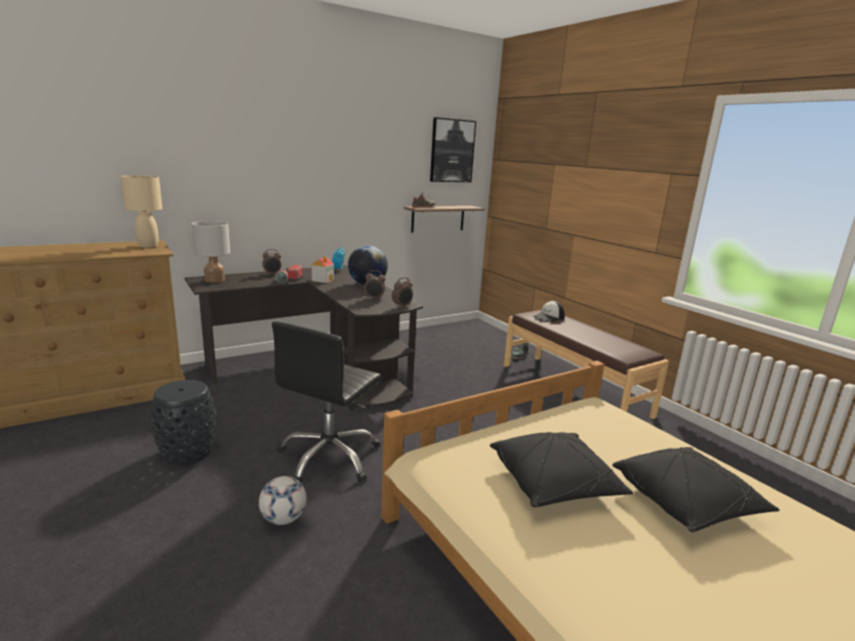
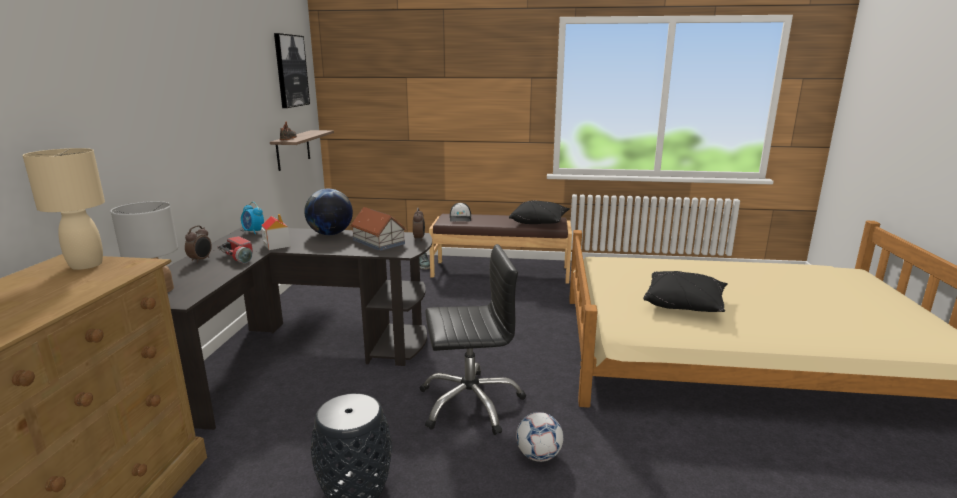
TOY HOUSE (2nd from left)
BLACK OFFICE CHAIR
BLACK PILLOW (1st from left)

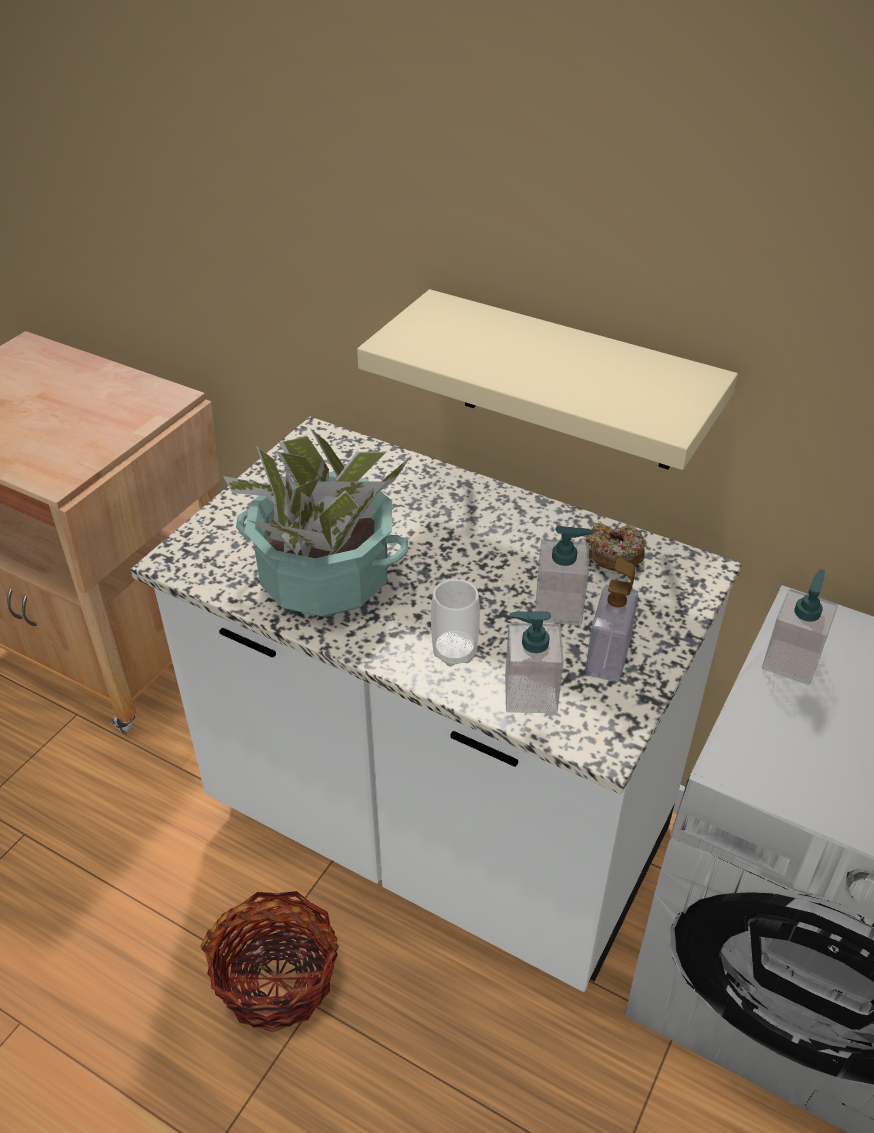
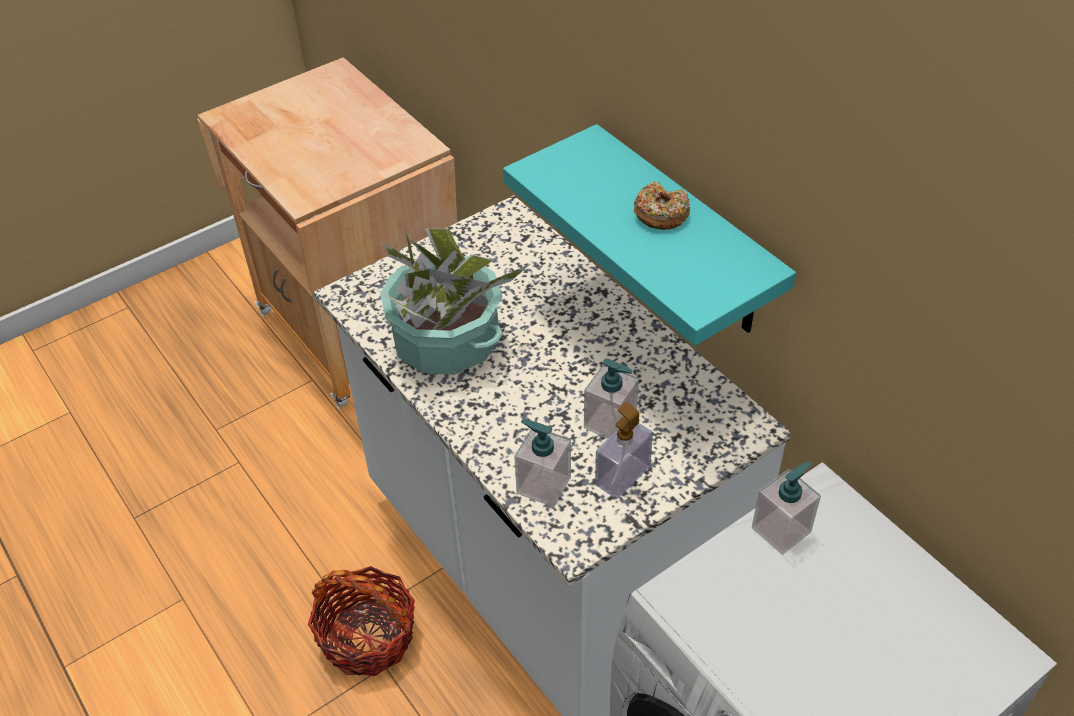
TURQUOISE SHELF
DONUT
CUP

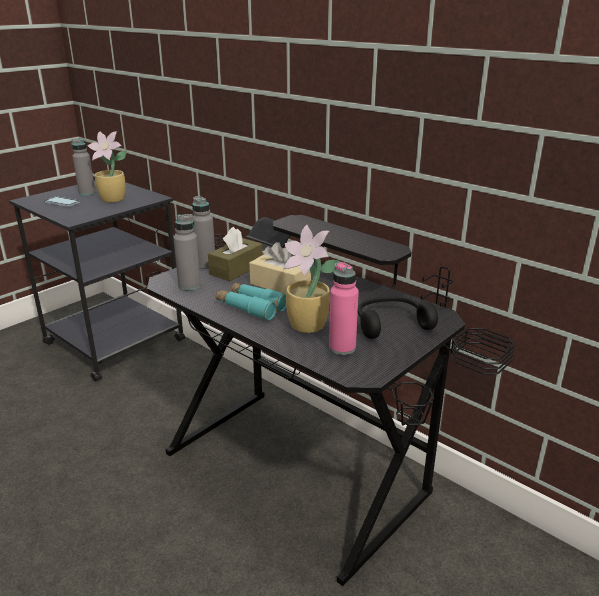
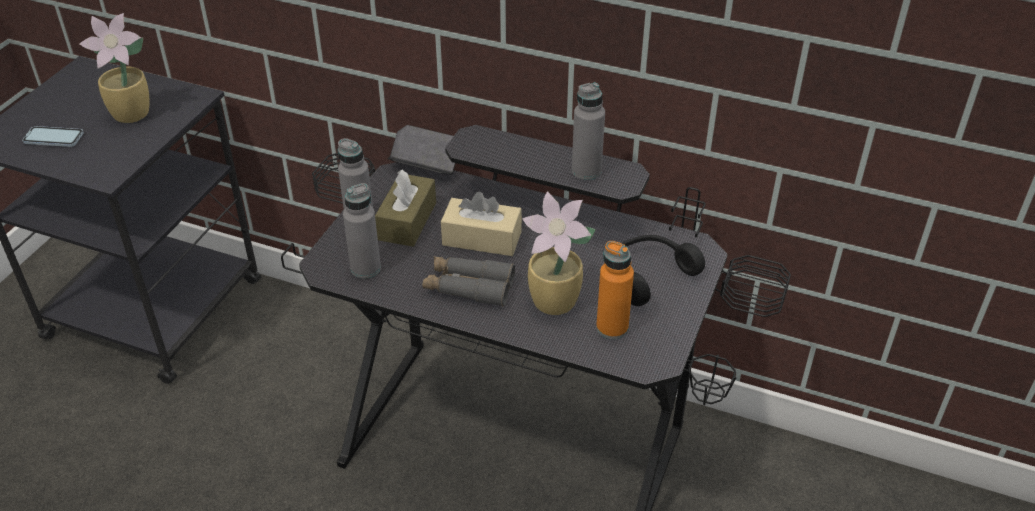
GREY BOTTLE (3rd from left)
ORANGE BOTTLE
GREY BINOCULARS

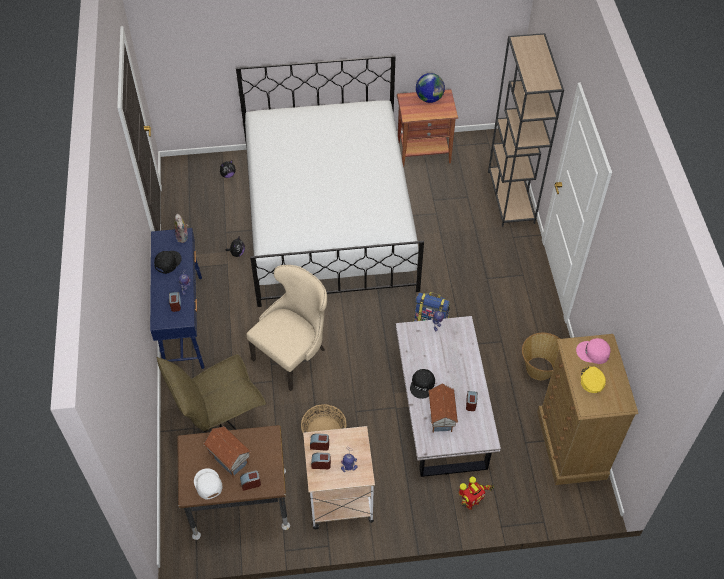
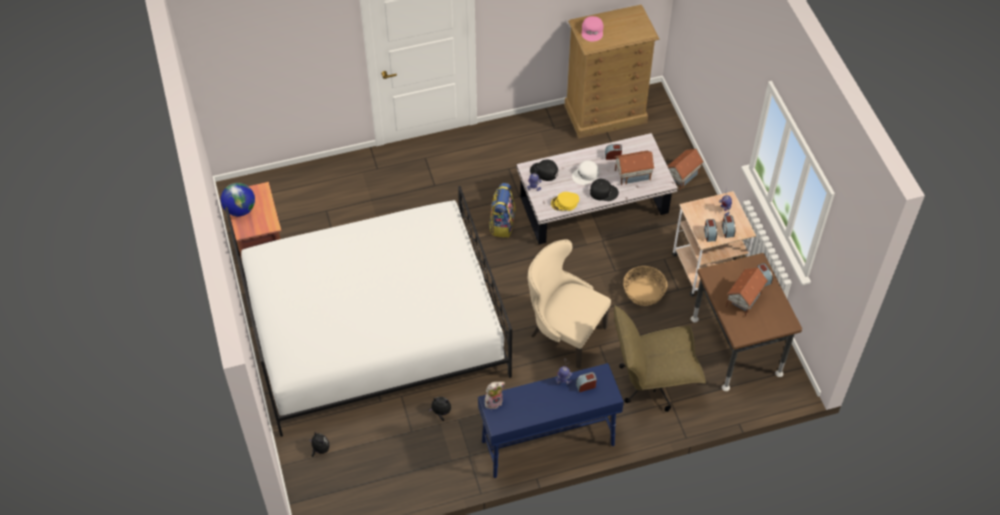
BOOKCASE
BLACK CAP (1st from left)
BASKET (2nd from left in the first image)
BEIGE OFFICE CHAIR
YELLOW CAP
WHITE CAP
TOY HOUSE (2nd from left)

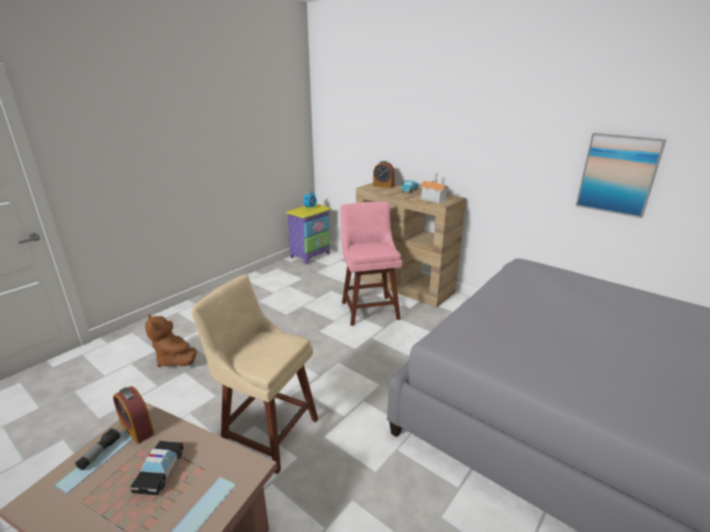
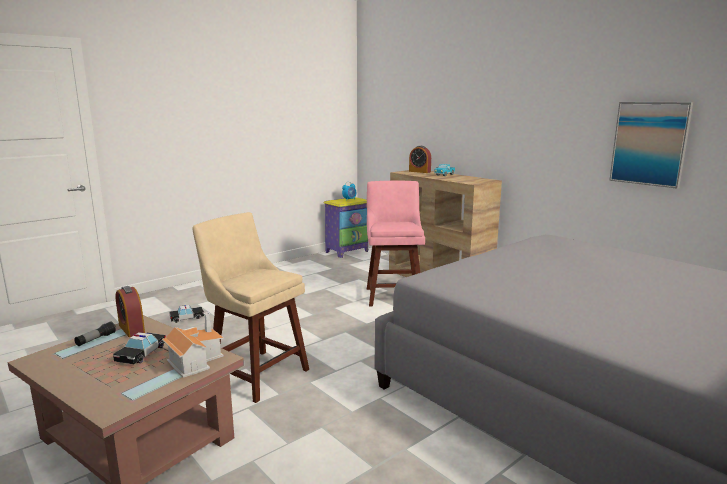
TOY HOUSE
TOY CAR (2nd from left)

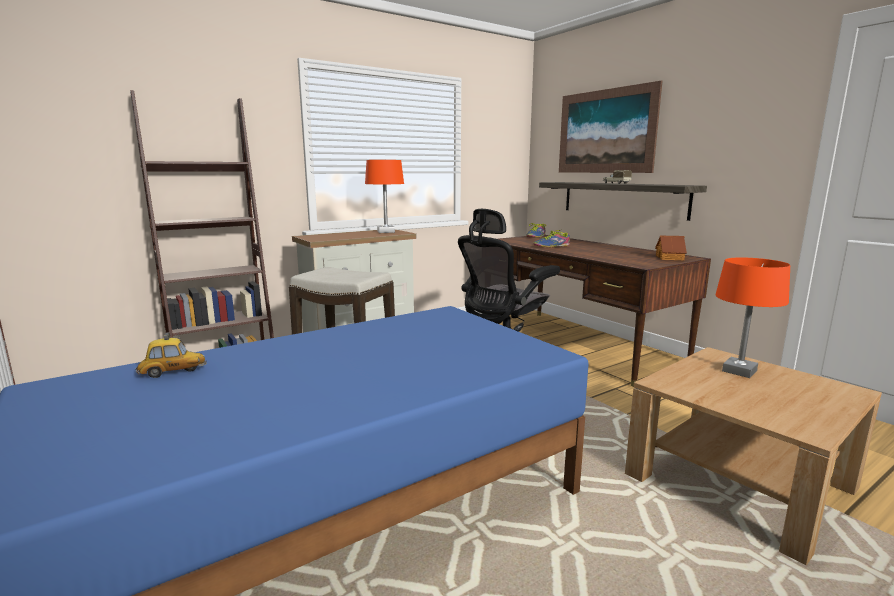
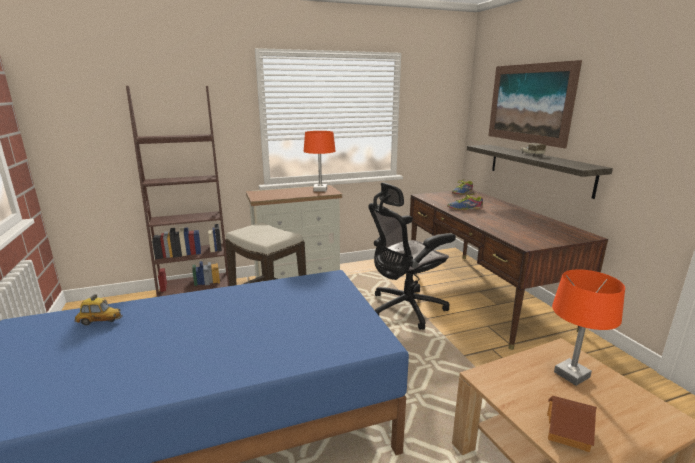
TOY HOUSE

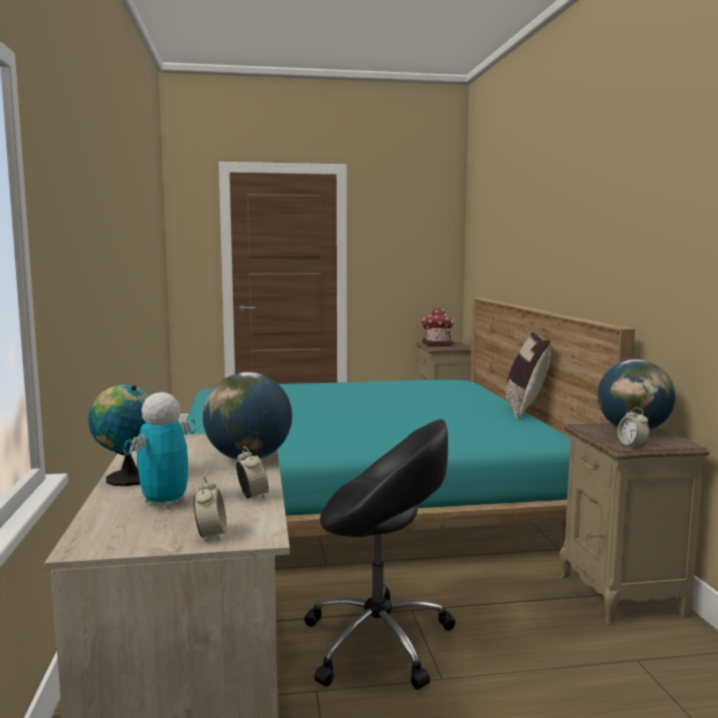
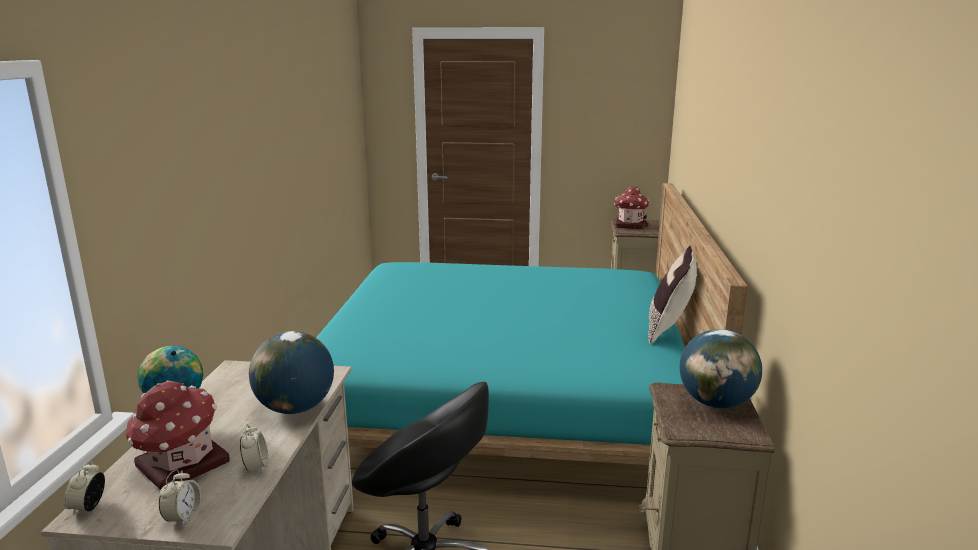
TOY HOUSE (1st from left)
ALARM CLOCK (1st from left)

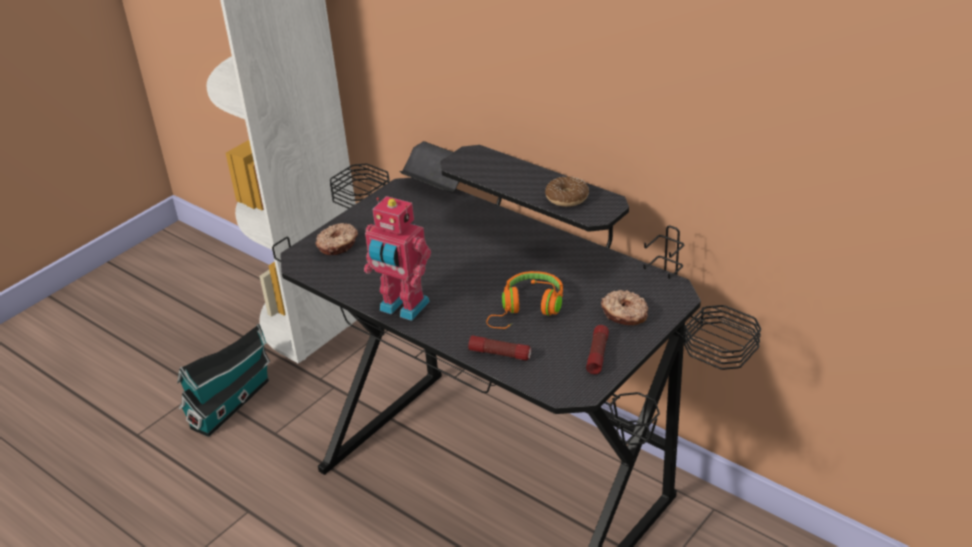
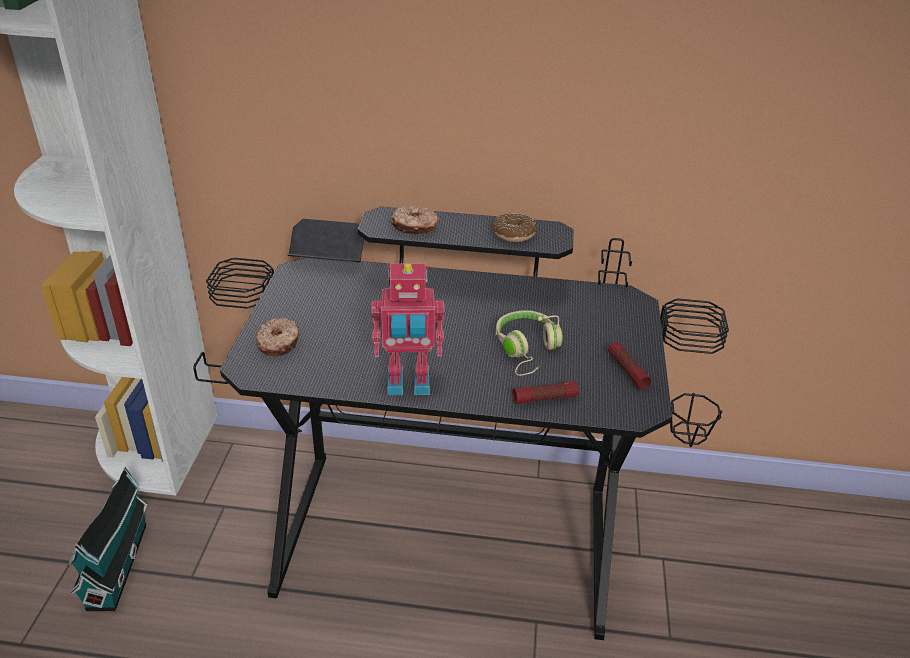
BEIGE HEADPHONES
DONUT (2nd from left)

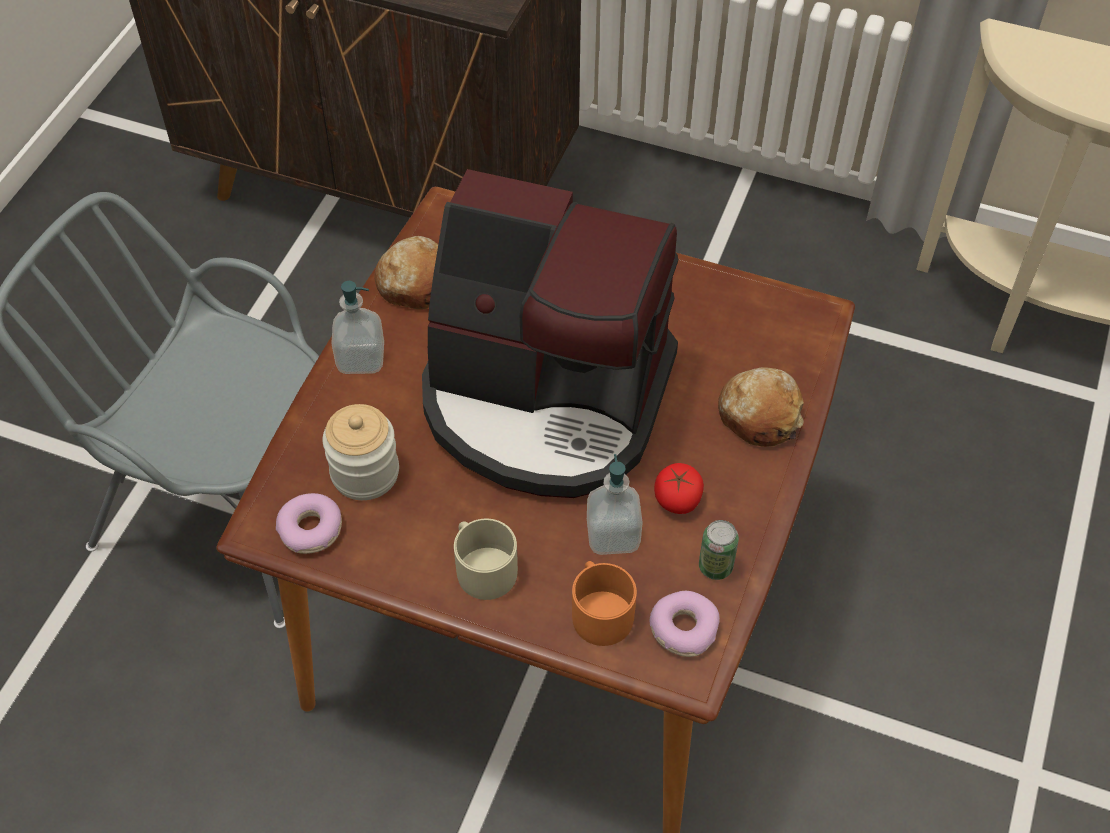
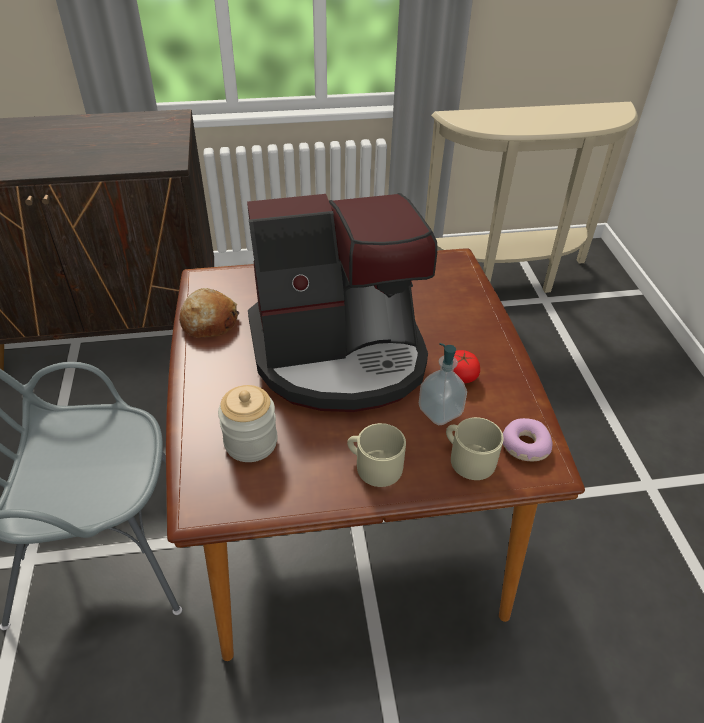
SOAP DISPENSER (1st from left in the first image)
BREAD (2nd from left in the first image)
DONUT (1st from left in the first image)
CAN
BEIGE MUG (2nd from left)

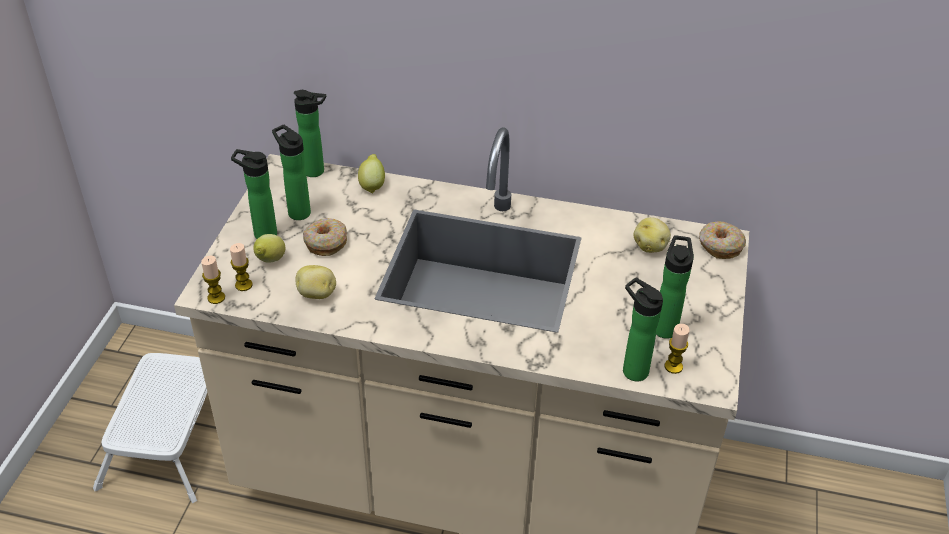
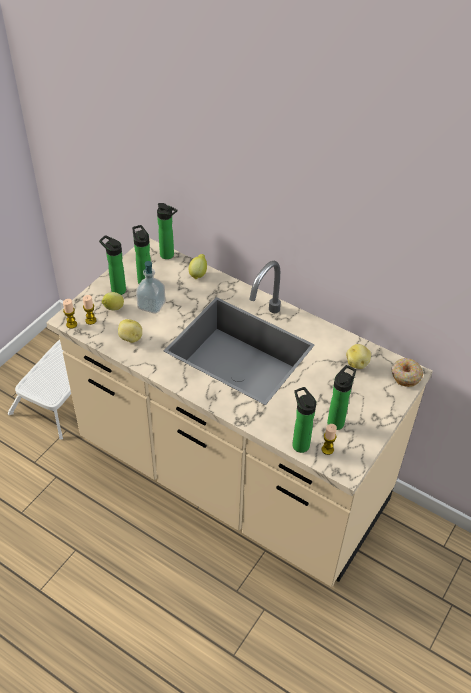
SOAP DISPENSER

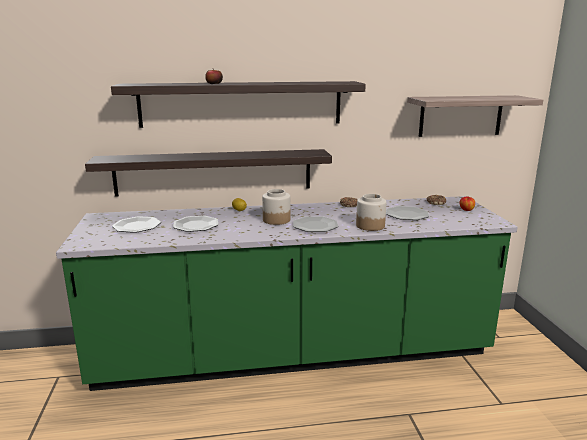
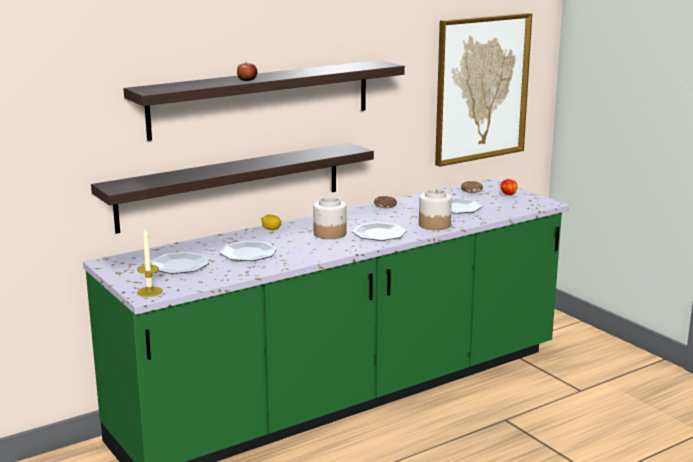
PICTURE
CANDLE

